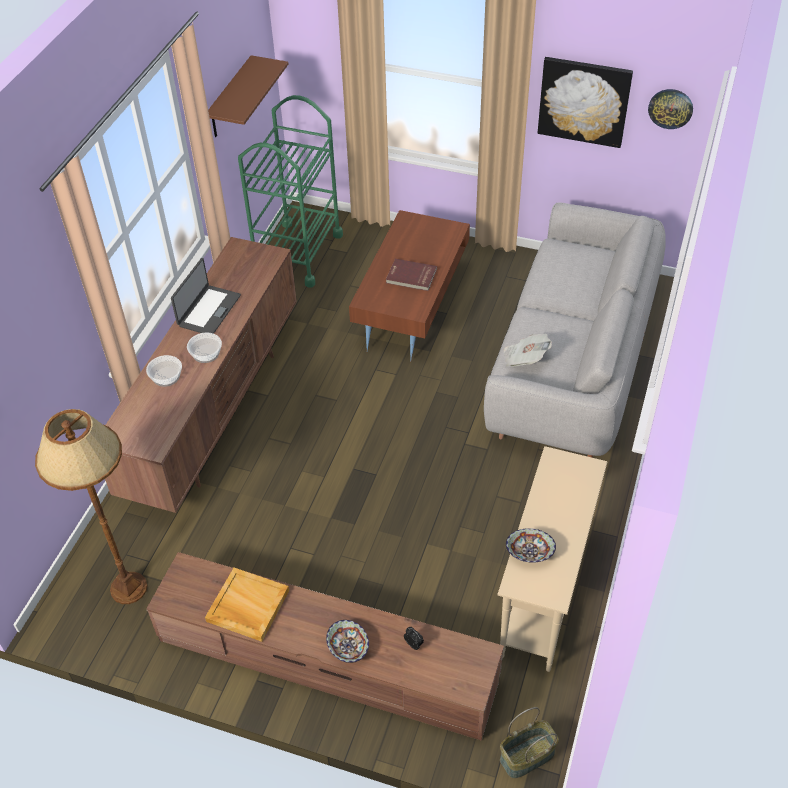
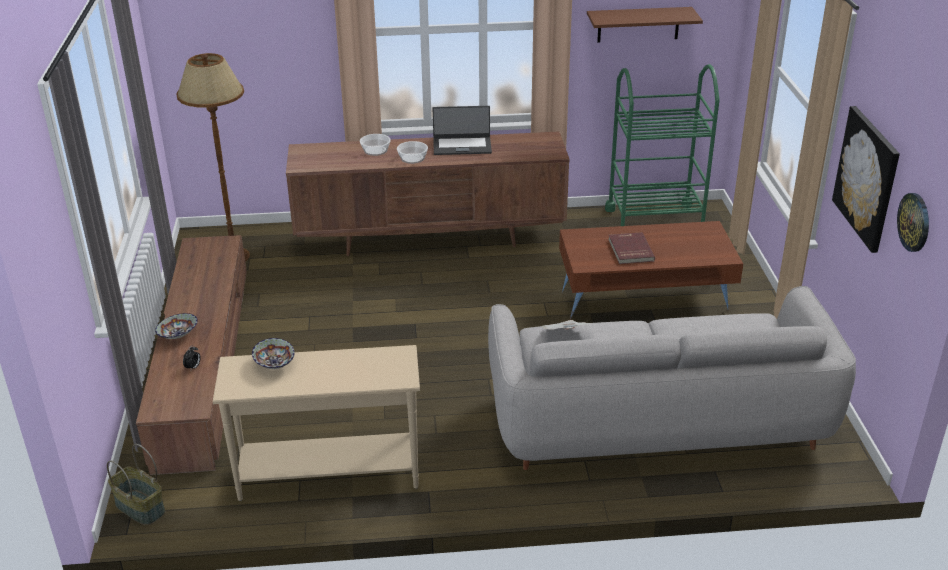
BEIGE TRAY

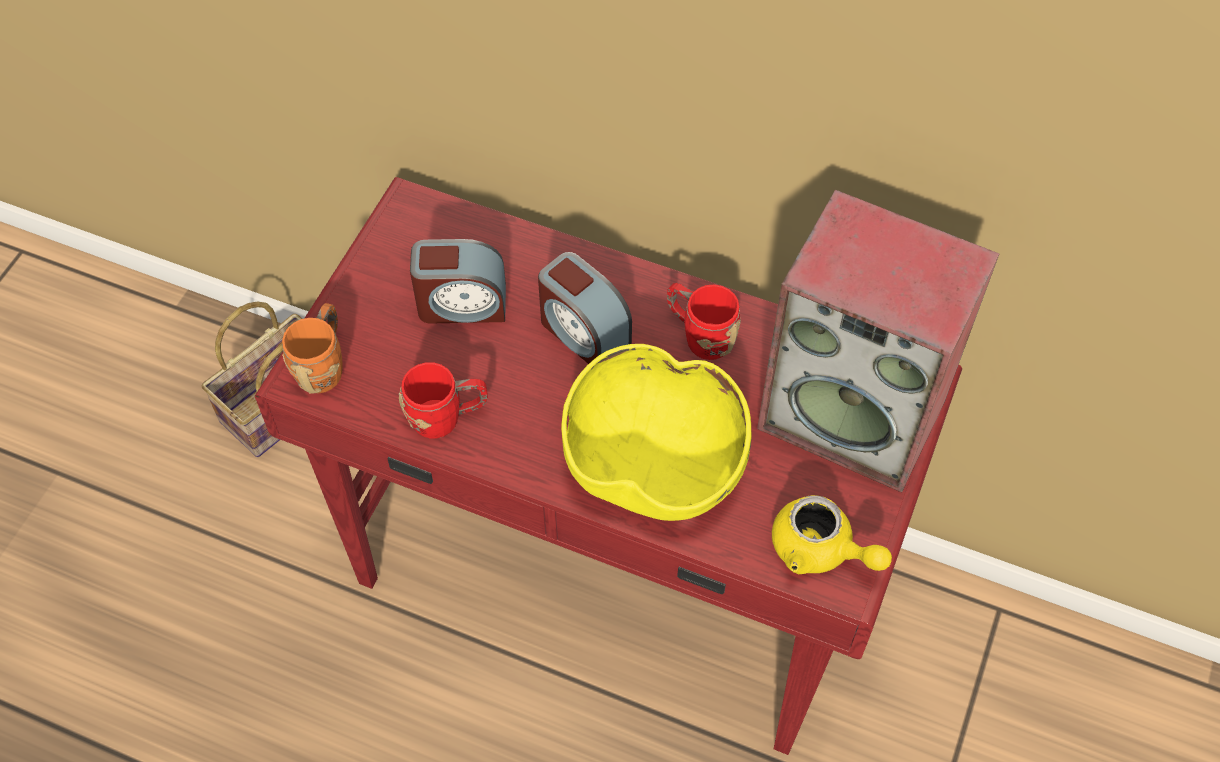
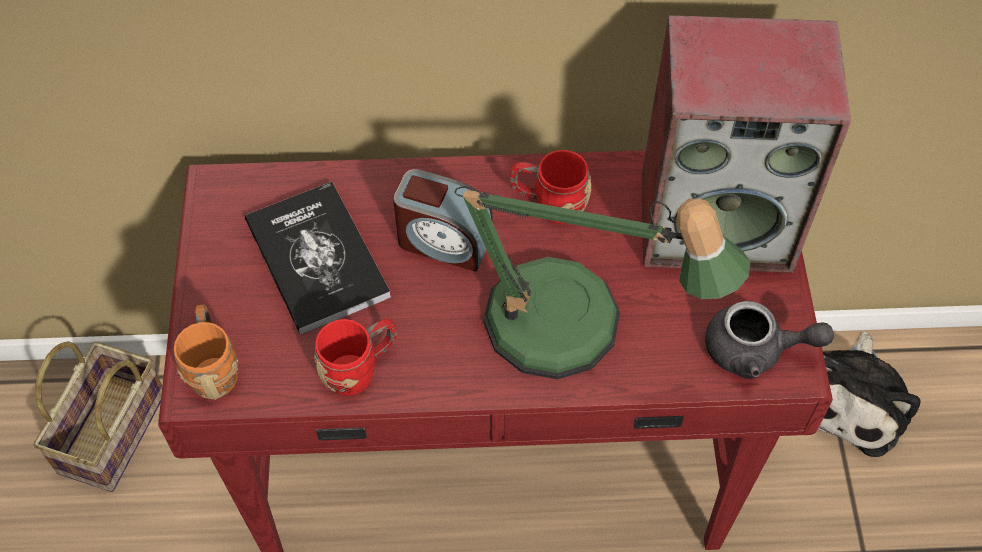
BOOK
TABLE LAMP
GREY TEAPOT
PLUSH TOY

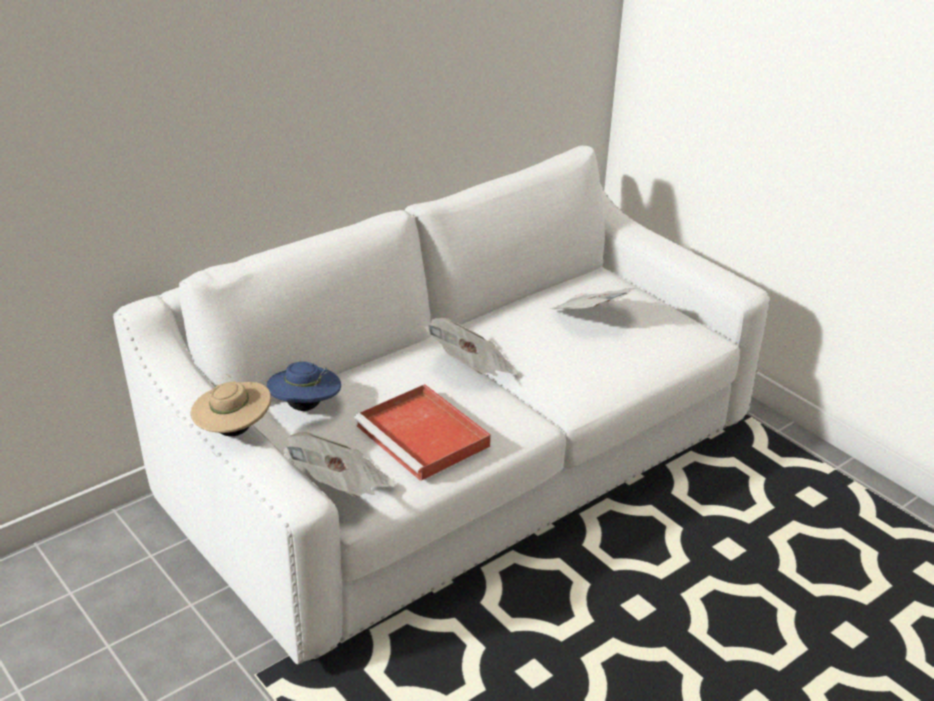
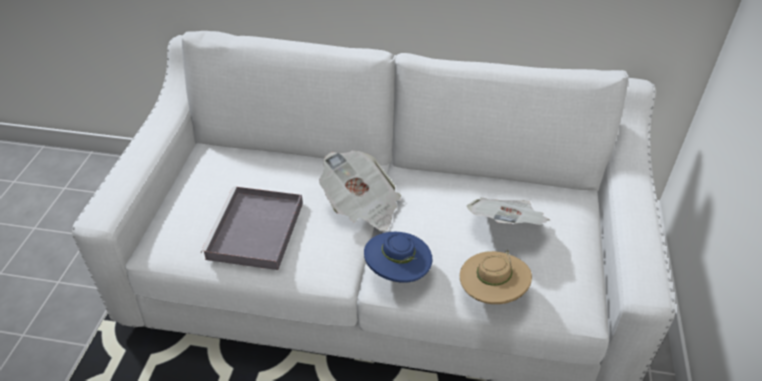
BLUE HAT
BEIGE HAT
GREY TRAY
NEWSPAPER (1st from left in the first image)

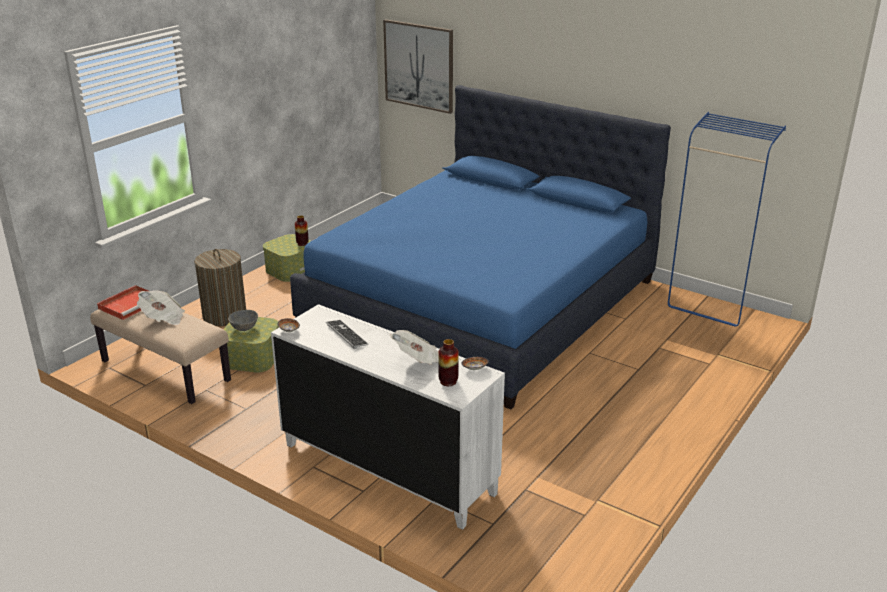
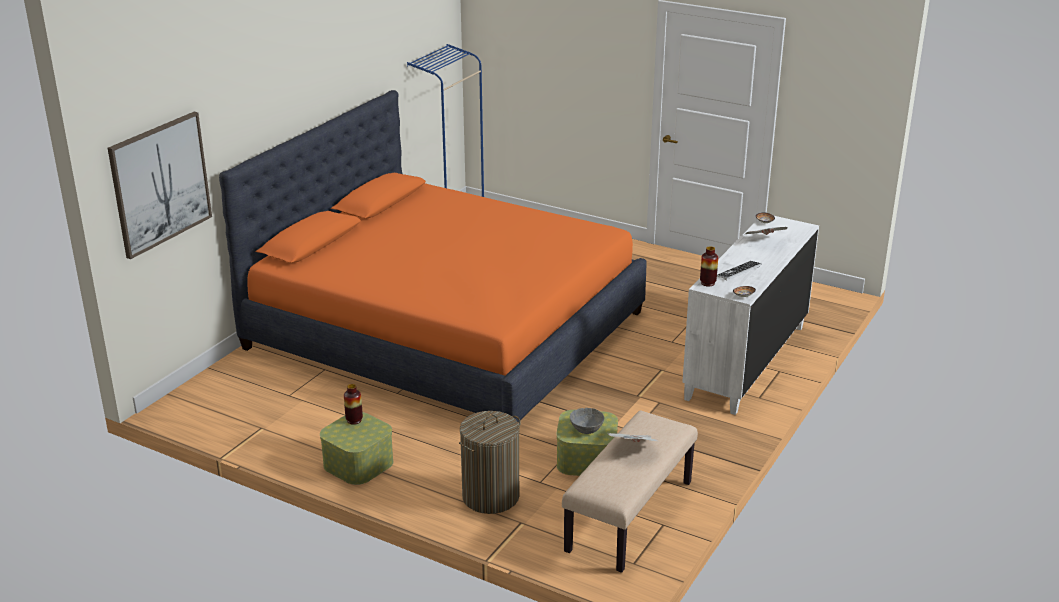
ORANGE BED
RED TRAY
VASE (2nd from left)

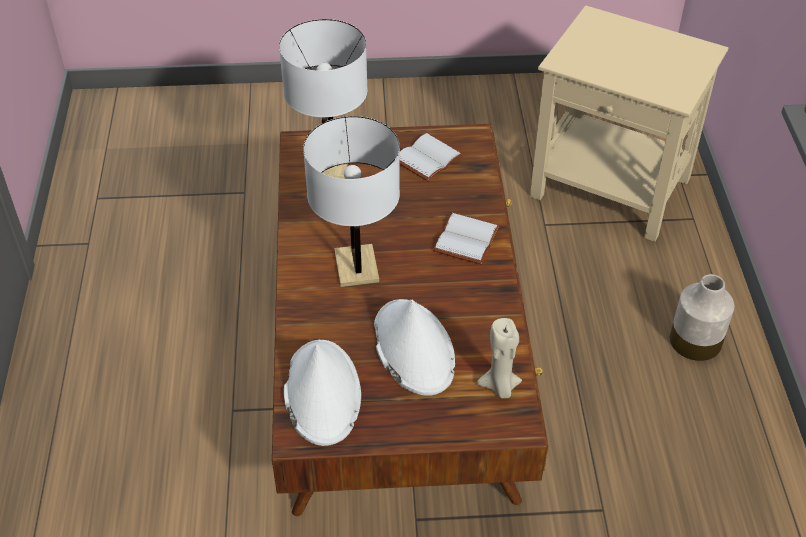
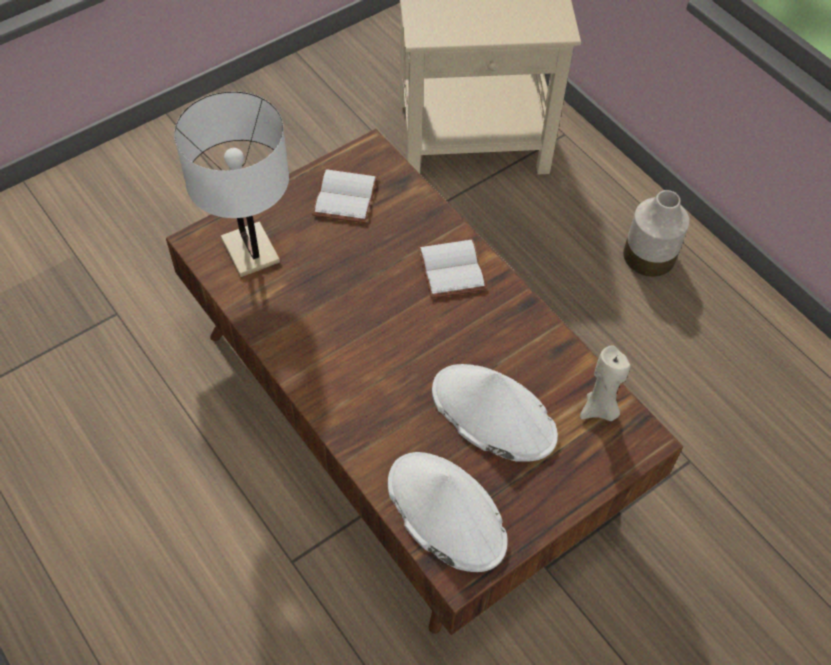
WHITE TABLE LAMP (2nd from left in the first image)

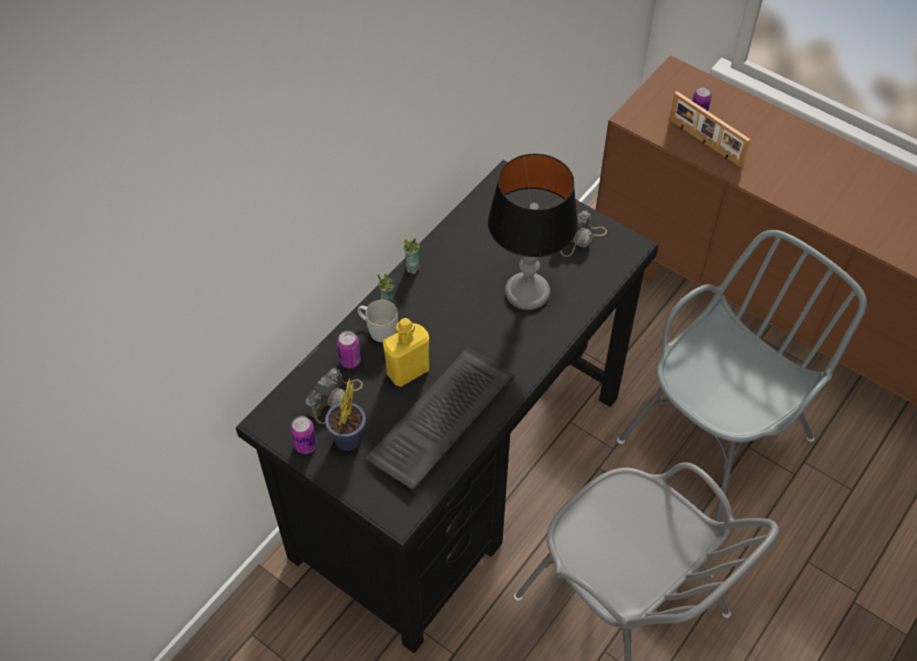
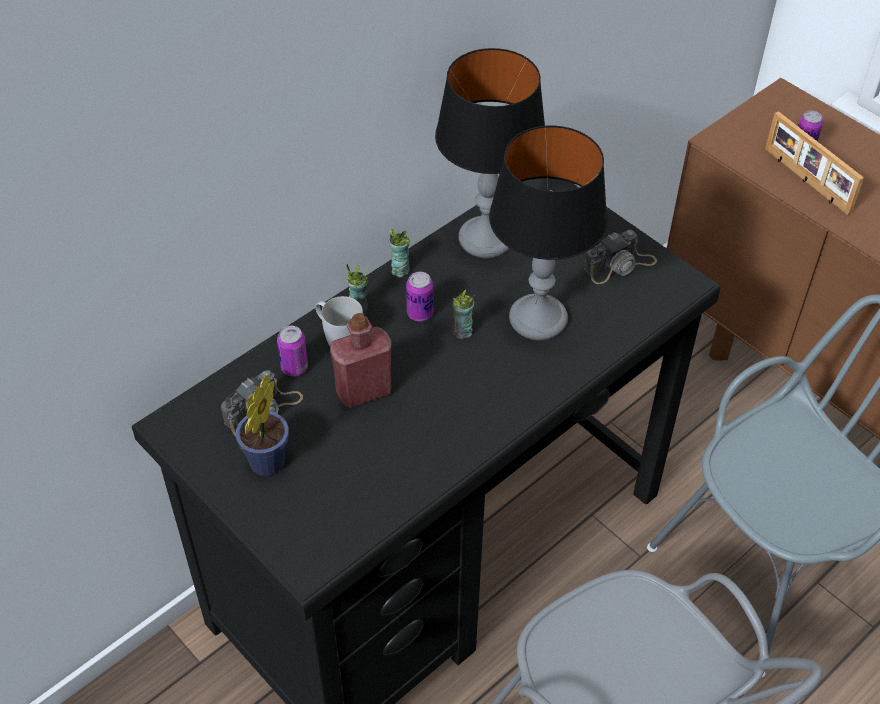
RED BOTTLE
KEYBOARD
CAN (2nd from left)
TABLE LAMP (1st from left)
CUP (3rd from left)

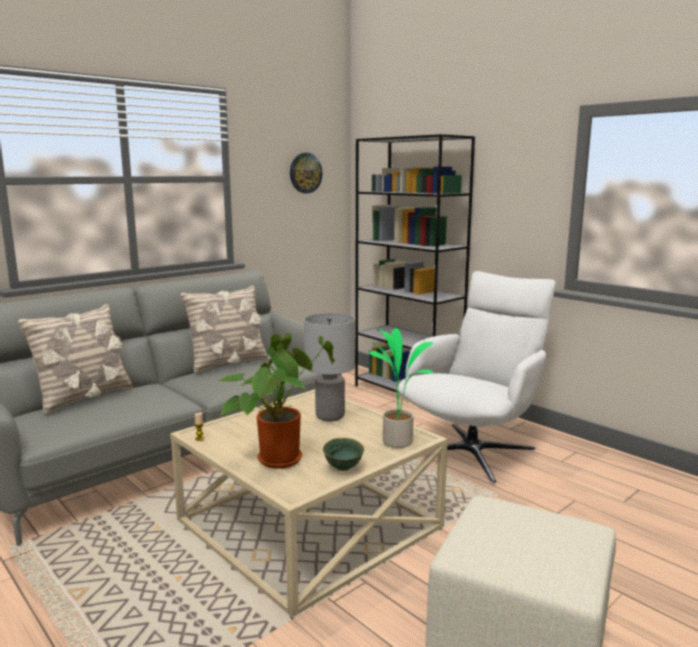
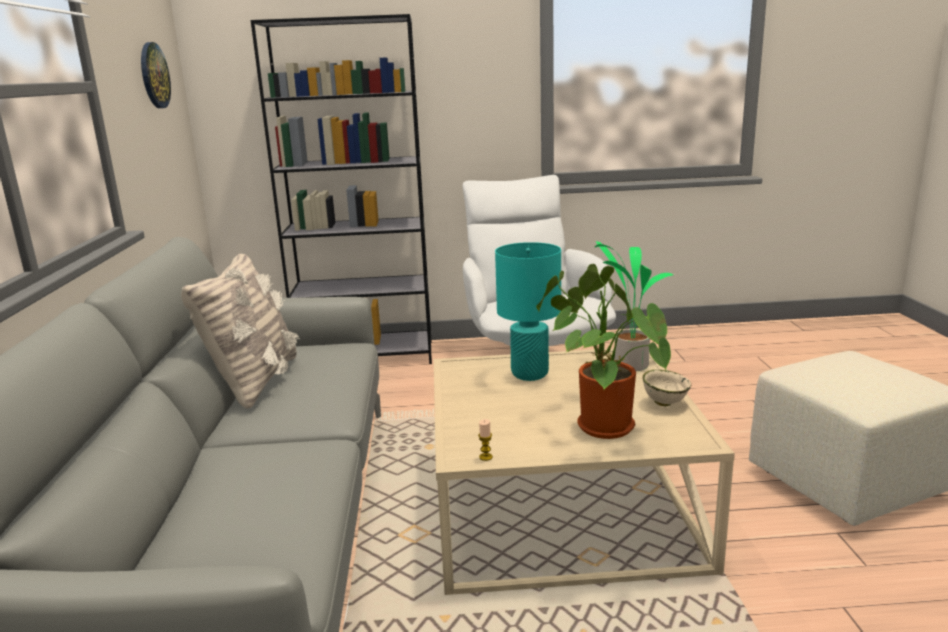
BEIGE PILLOW (1st from left in the first image)
TURQUOISE TABLE LAMP
BEIGE BOWL

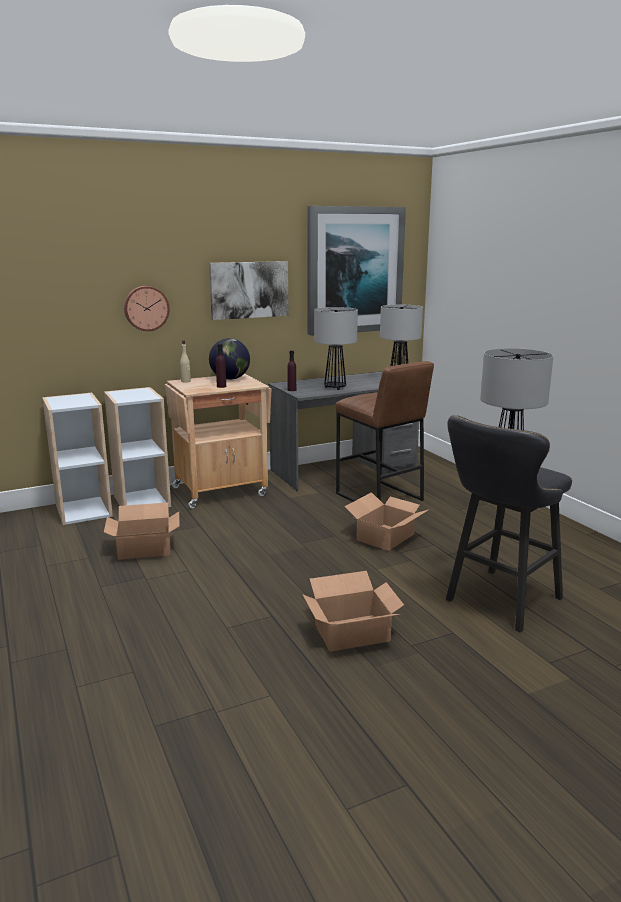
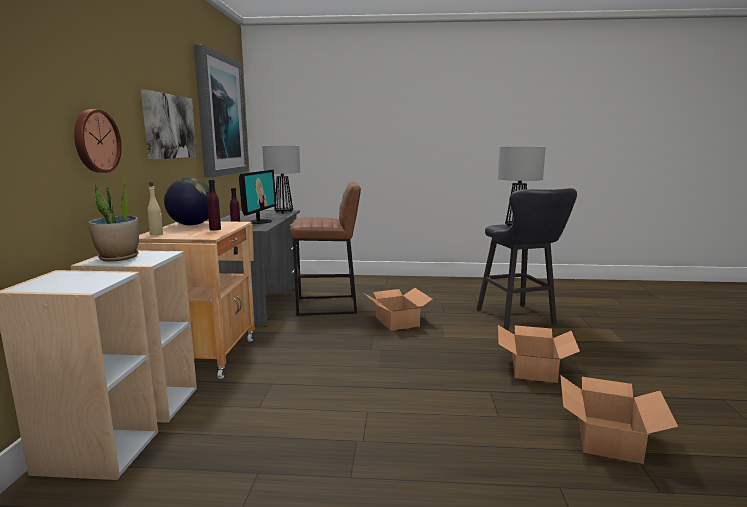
MONITOR
CARDBOARD BOX (3rd from left)
POTTED PLANT

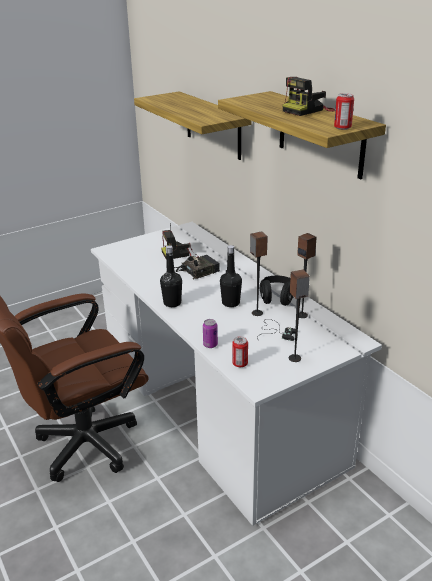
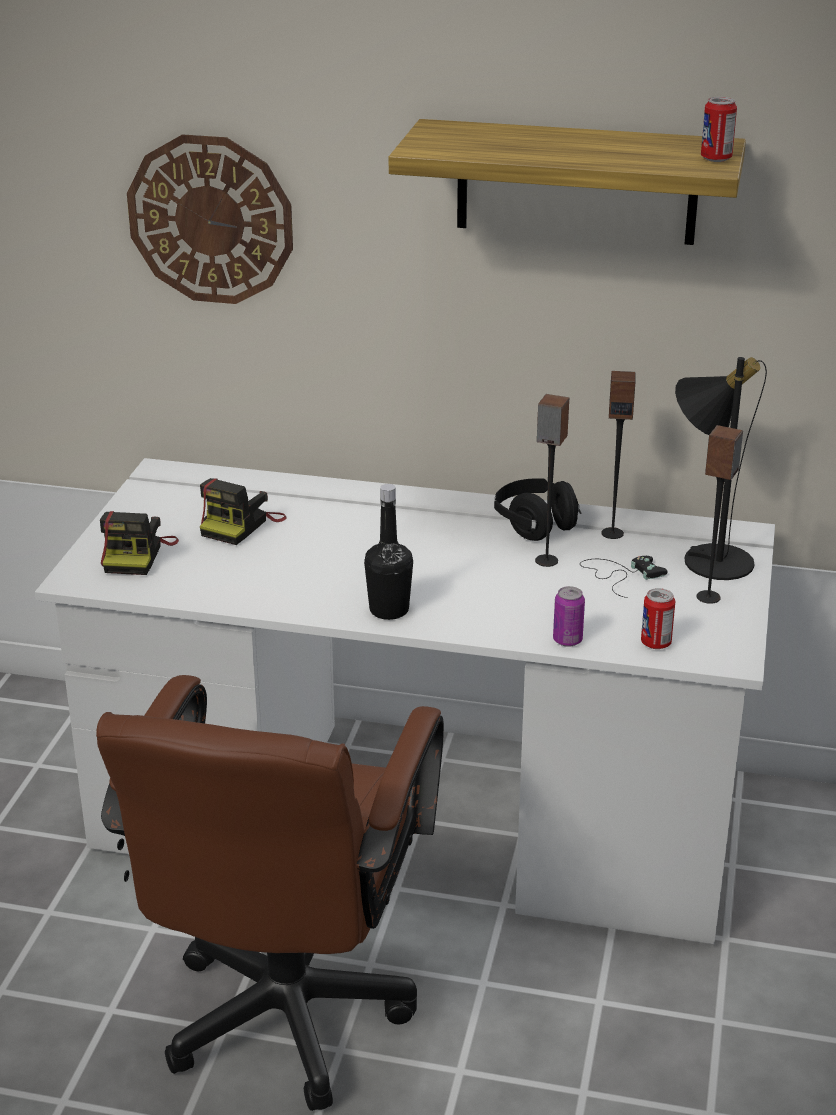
PHOTO CAMERA (1st from left)
WALL CLOCK
RADIO
BLACK BOTTLE (2nd from left in the first image)
BLACK TABLE LAMP

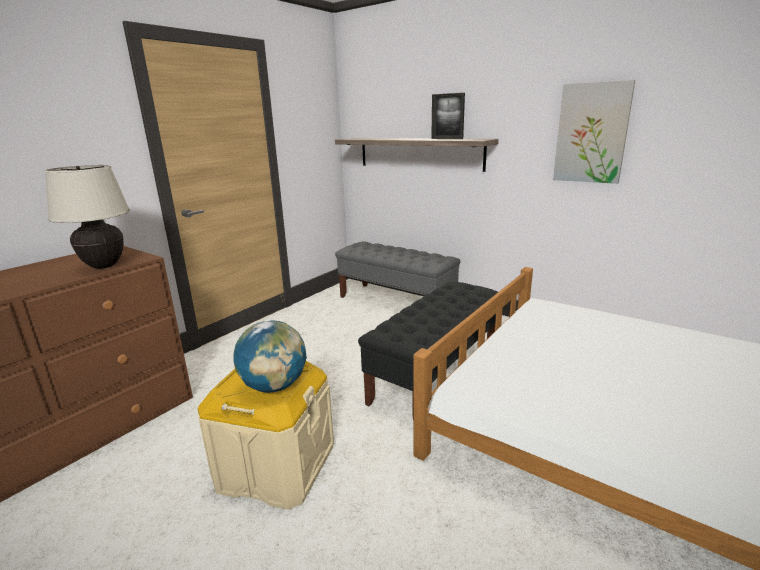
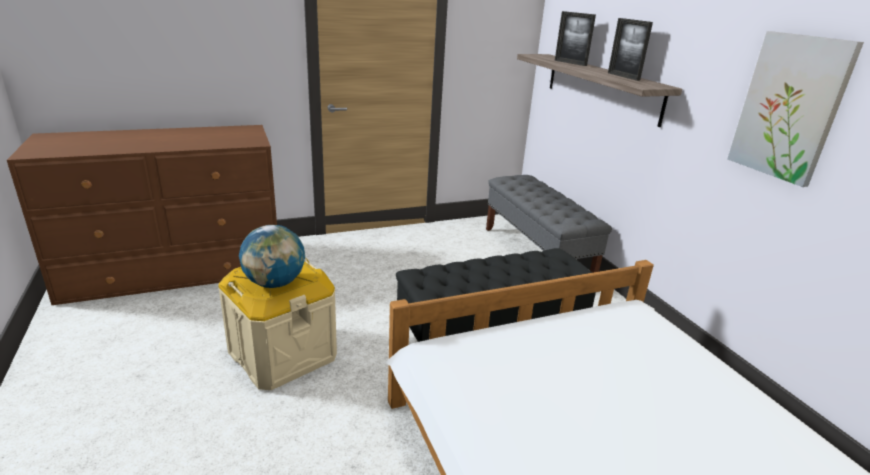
BEIGE TABLE LAMP
PICTURE FRAME (1st from left)

